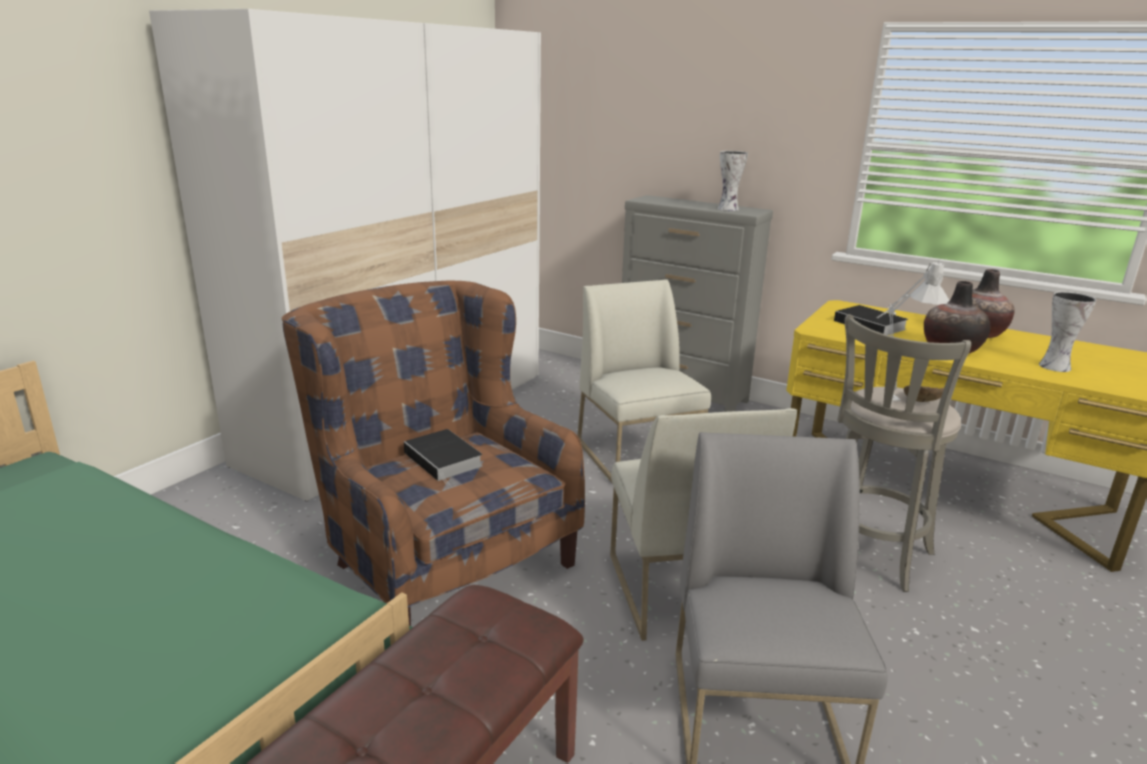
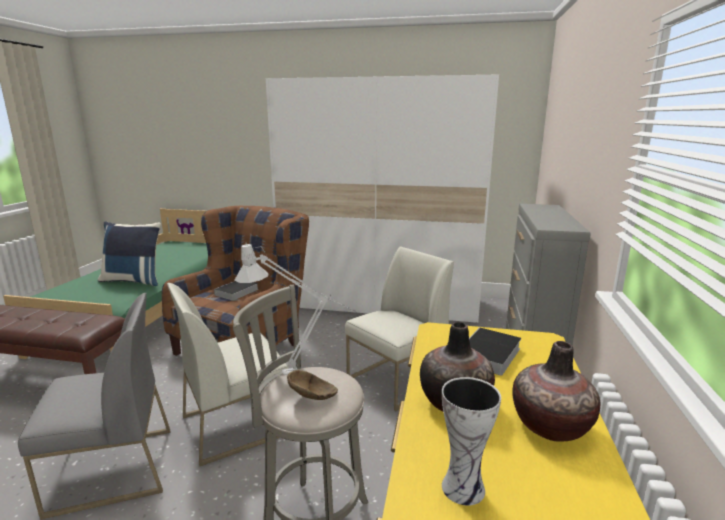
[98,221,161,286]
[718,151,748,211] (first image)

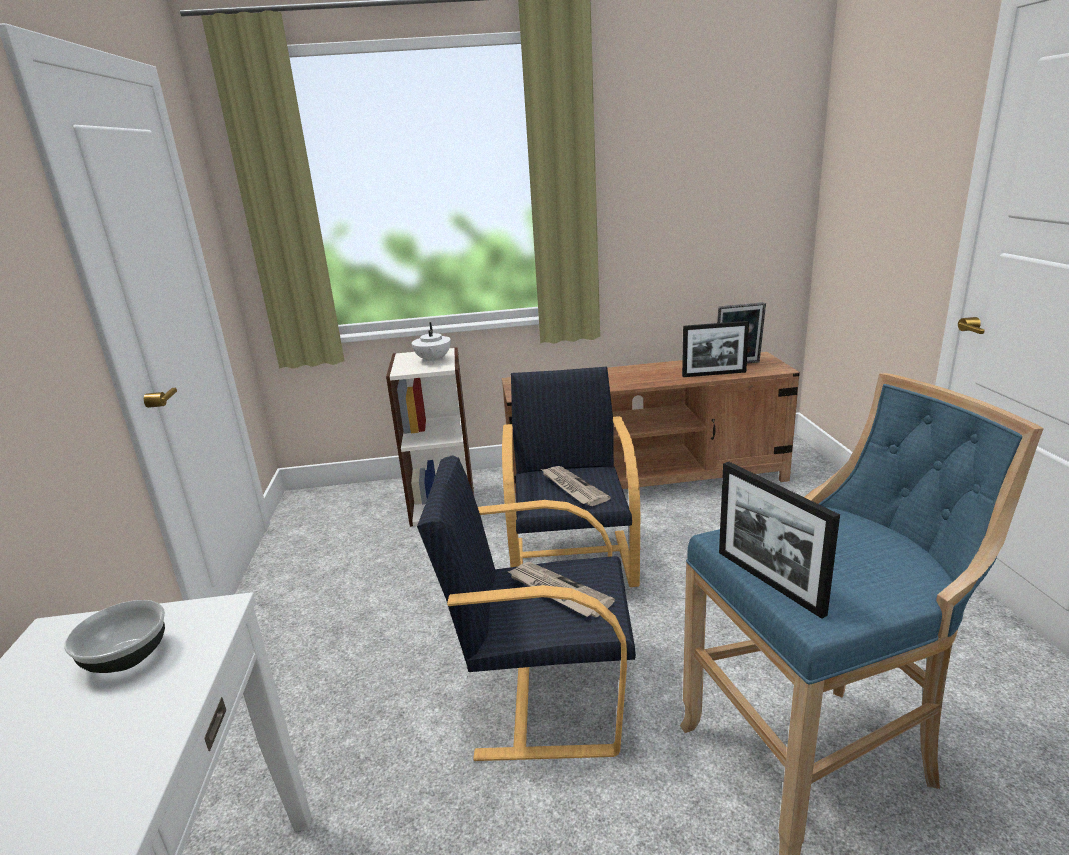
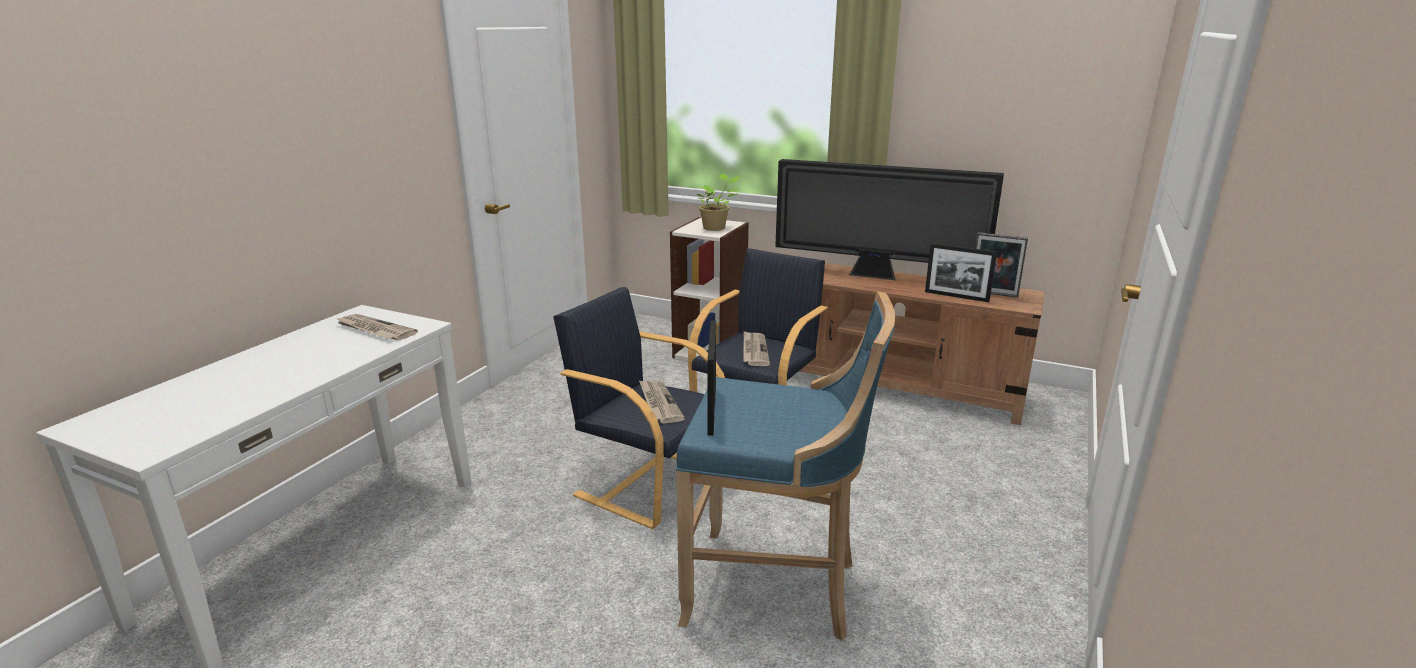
[335,314,418,340]
[697,174,740,231]
[775,159,1004,280]

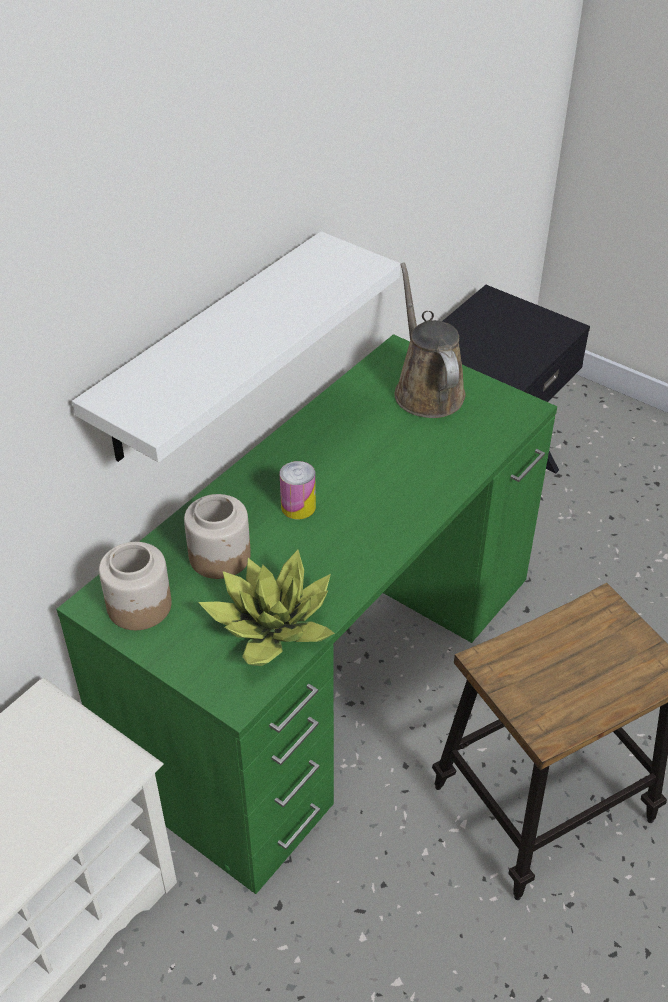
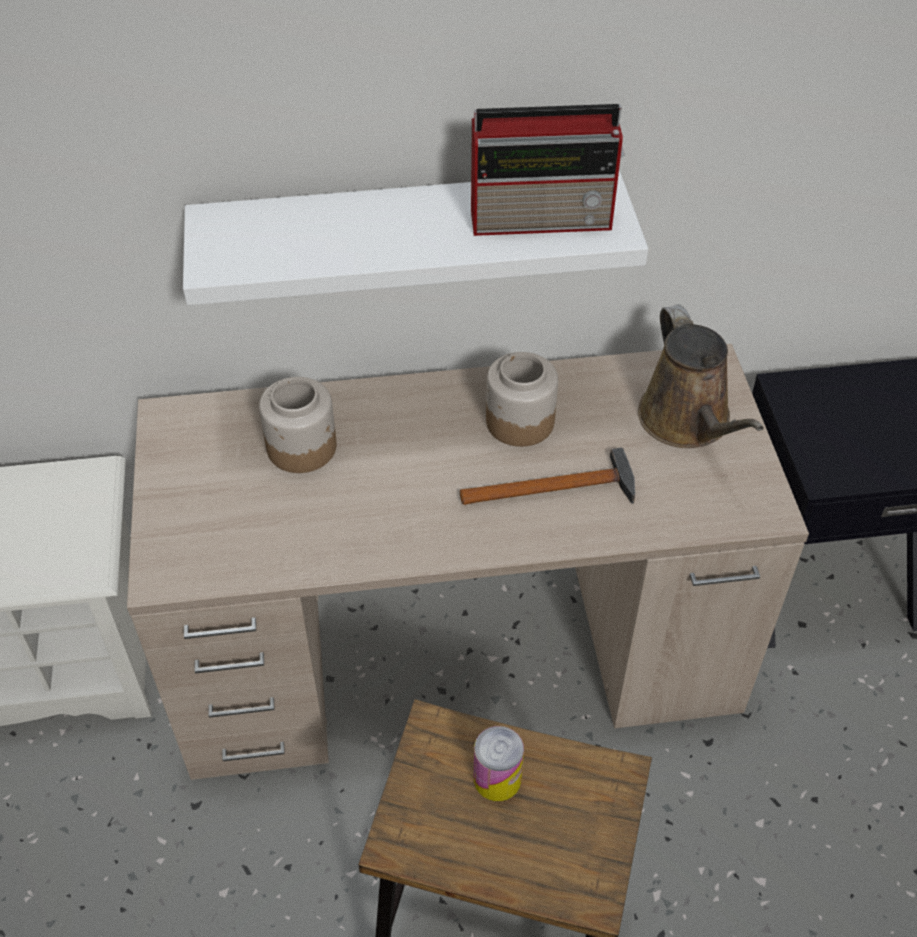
[127,344,809,780]
[460,447,635,505]
[471,104,625,236]
[474,726,524,801]
[486,352,558,447]
[638,304,764,448]
[198,550,335,666] (first image)

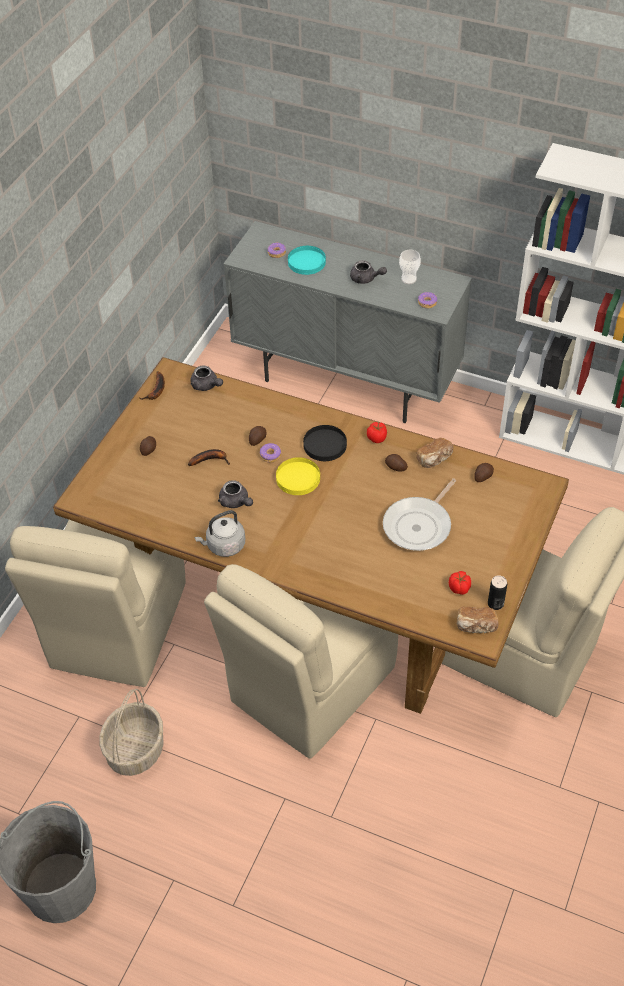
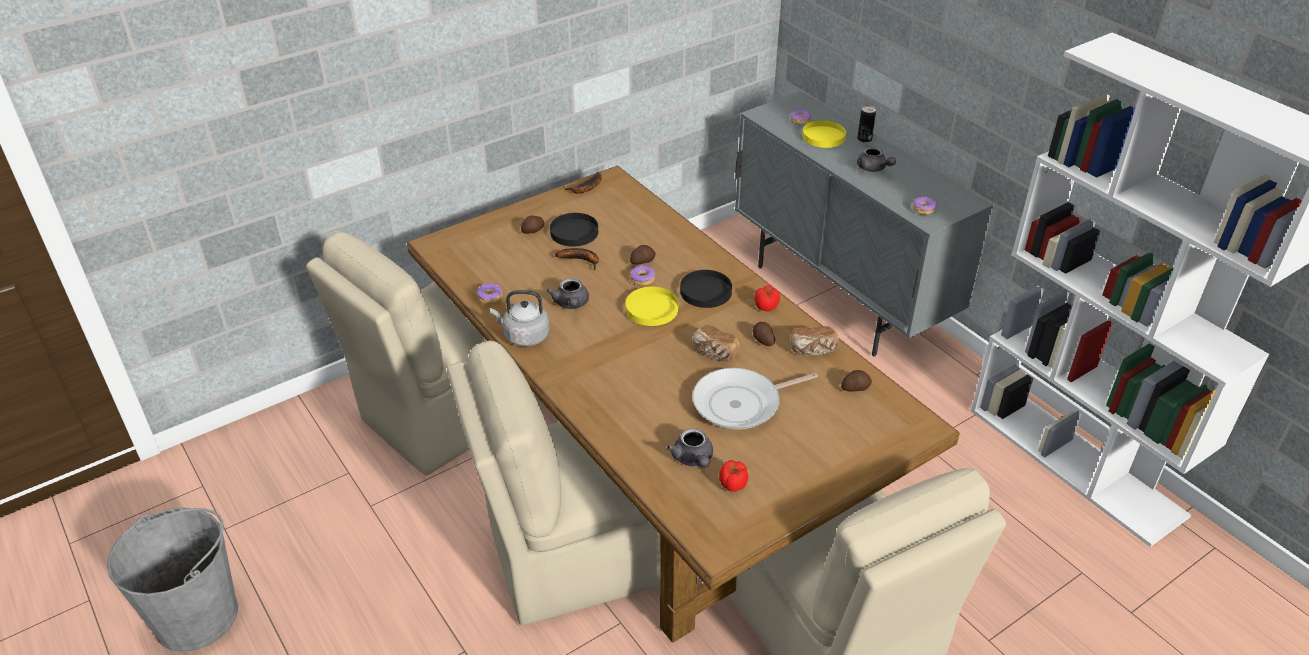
[477,283,503,304]
[550,213,598,246]
[667,428,713,468]
[693,325,740,362]
[802,120,846,148]
[857,106,876,142]
[99,689,164,776] (first image)
[399,250,421,284] (first image)

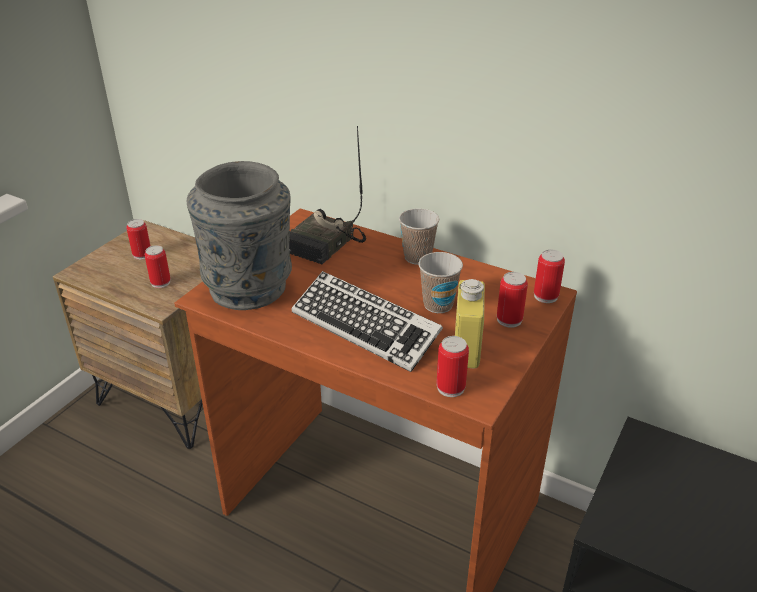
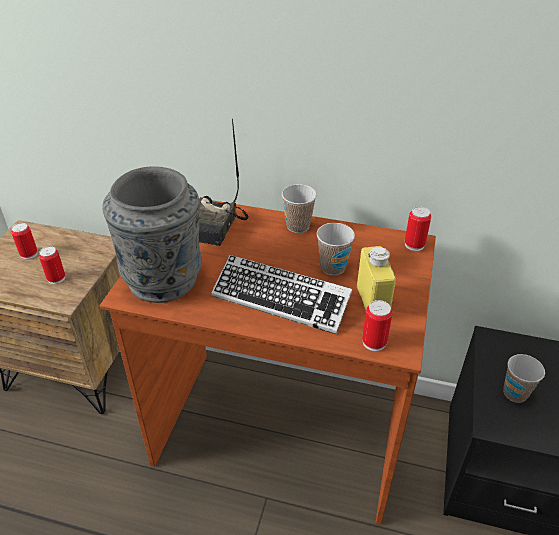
[503,354,545,403]
[497,272,528,328] (first image)

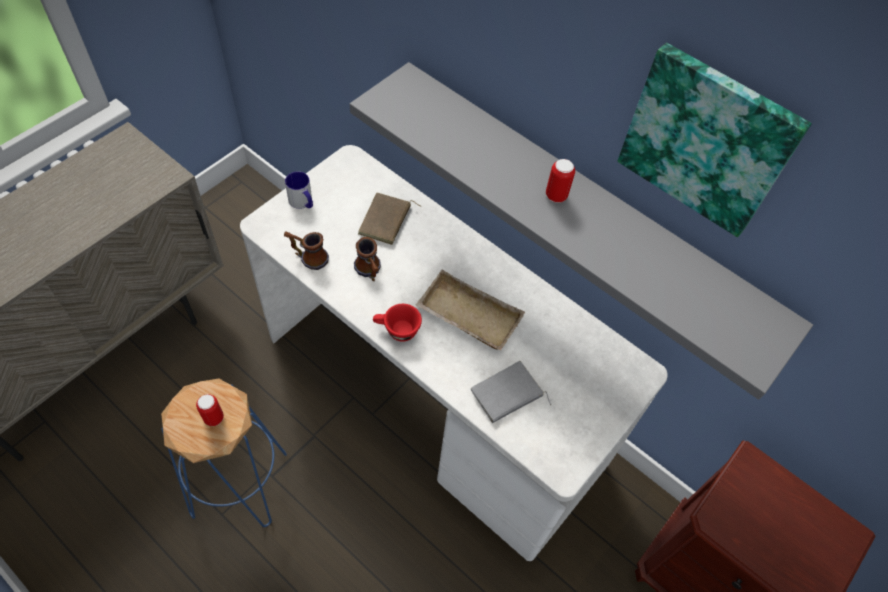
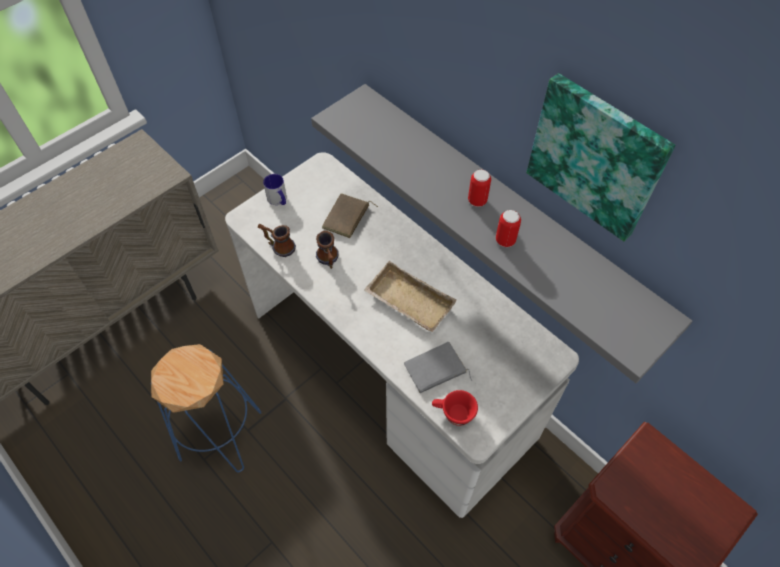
[432,390,478,426]
[496,210,521,247]

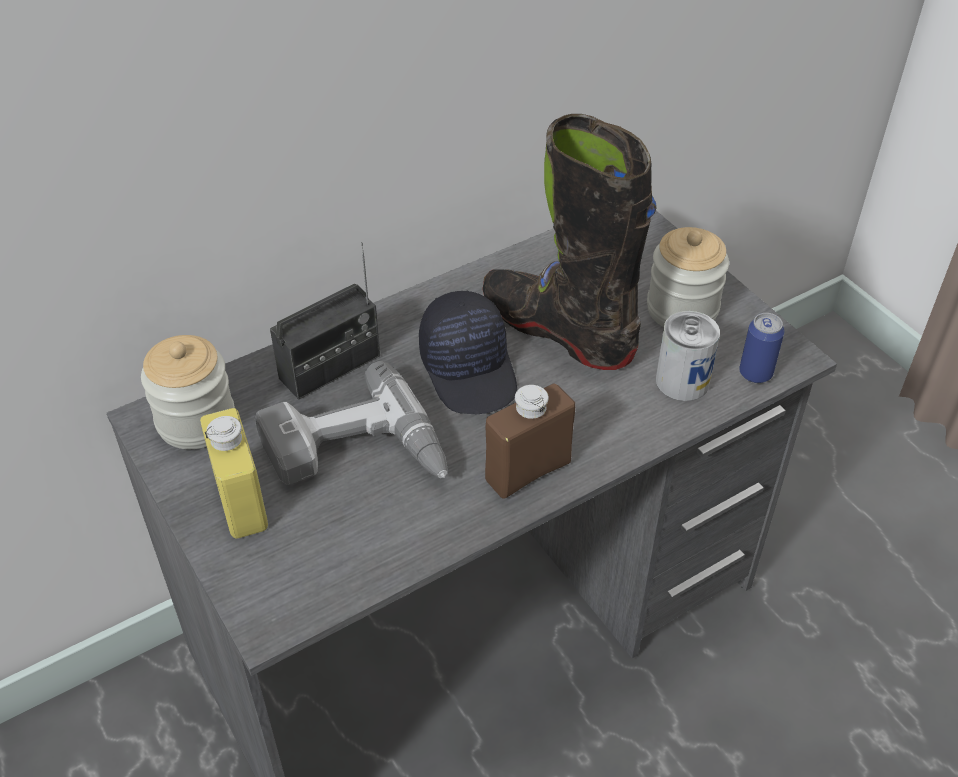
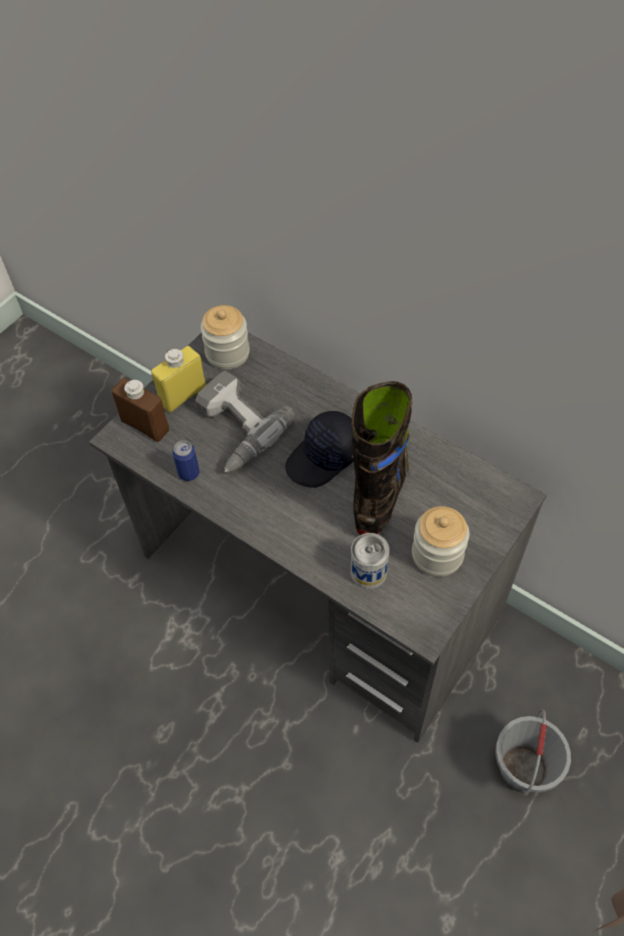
[112,378,169,442]
[172,441,199,481]
[495,709,571,795]
[270,242,380,400] (first image)

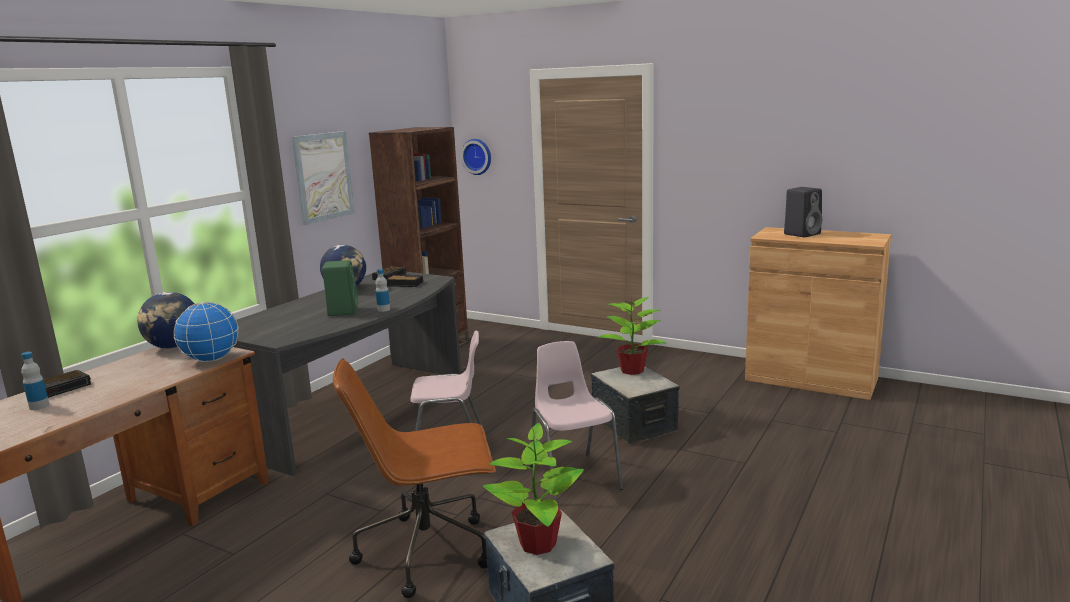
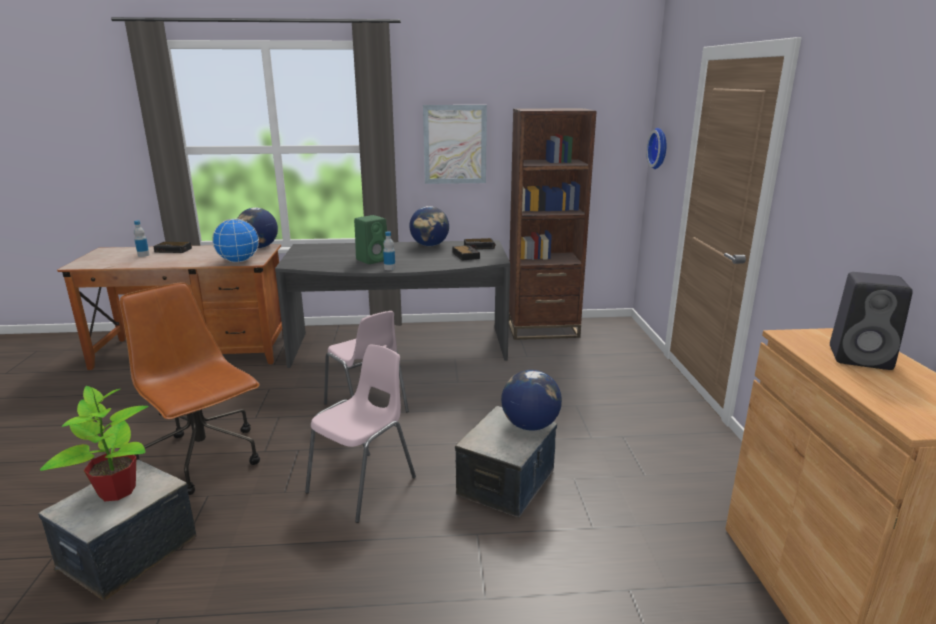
[501,370,562,431]

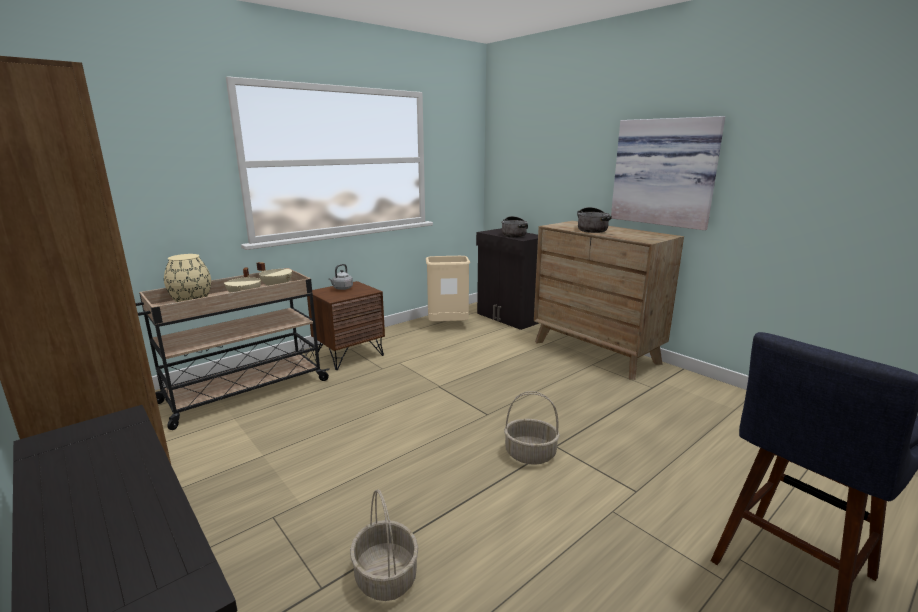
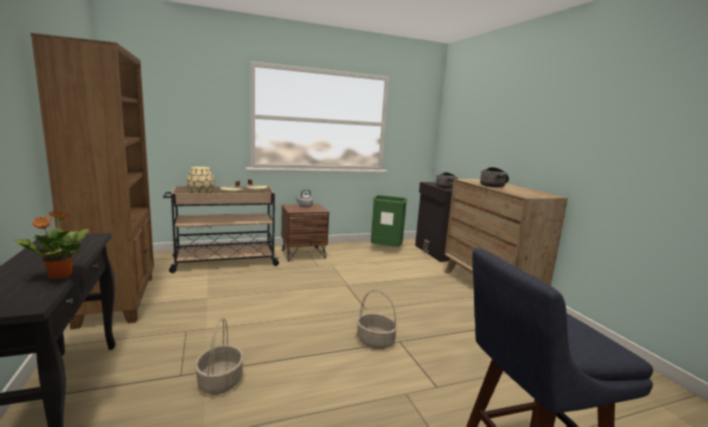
[13,210,89,279]
[371,195,407,247]
[611,116,725,230] (first image)

